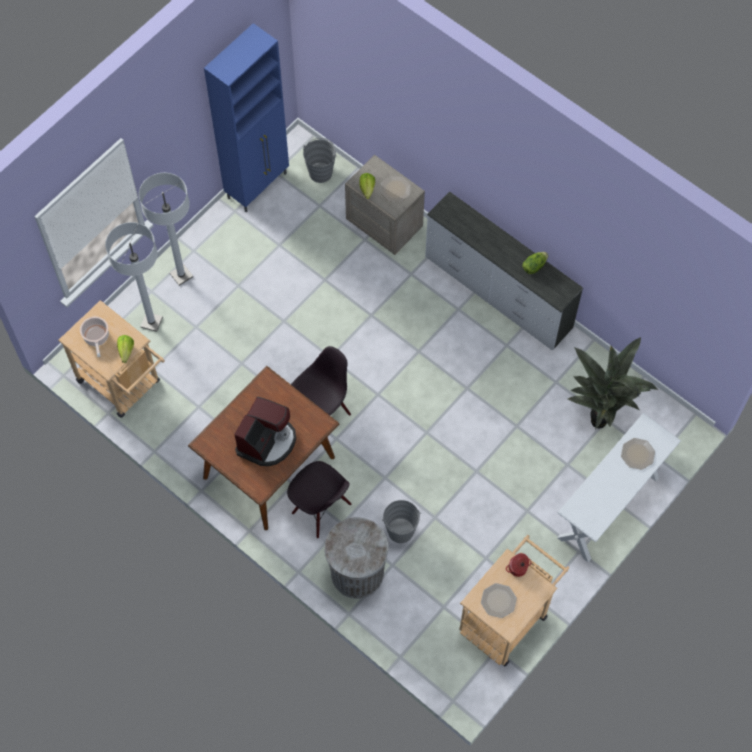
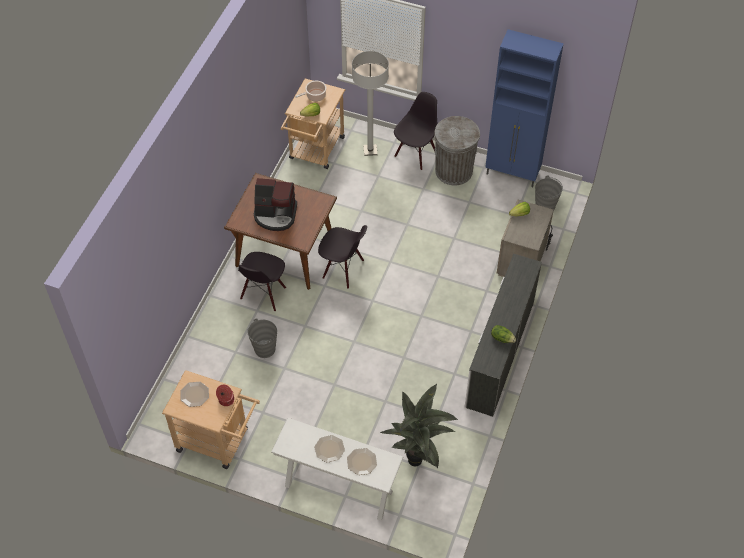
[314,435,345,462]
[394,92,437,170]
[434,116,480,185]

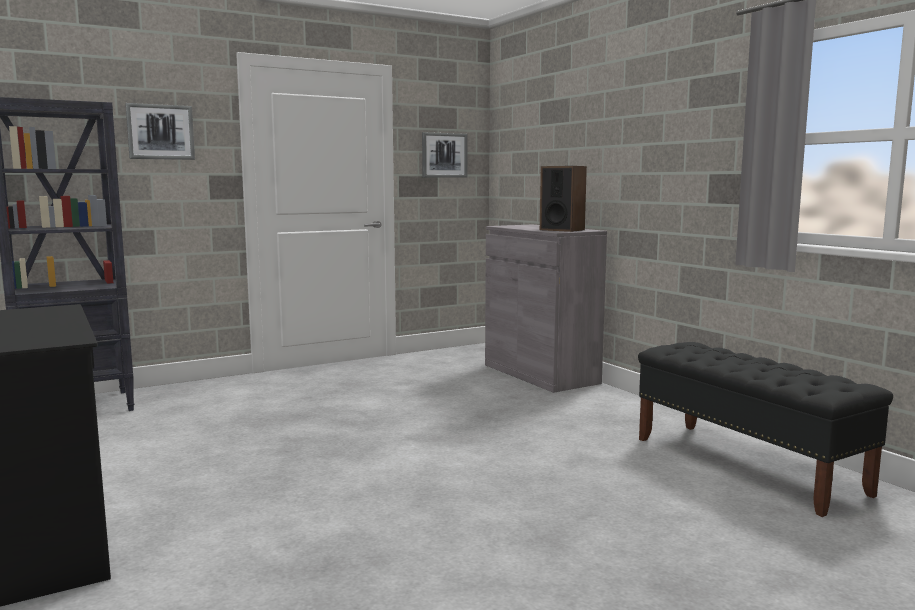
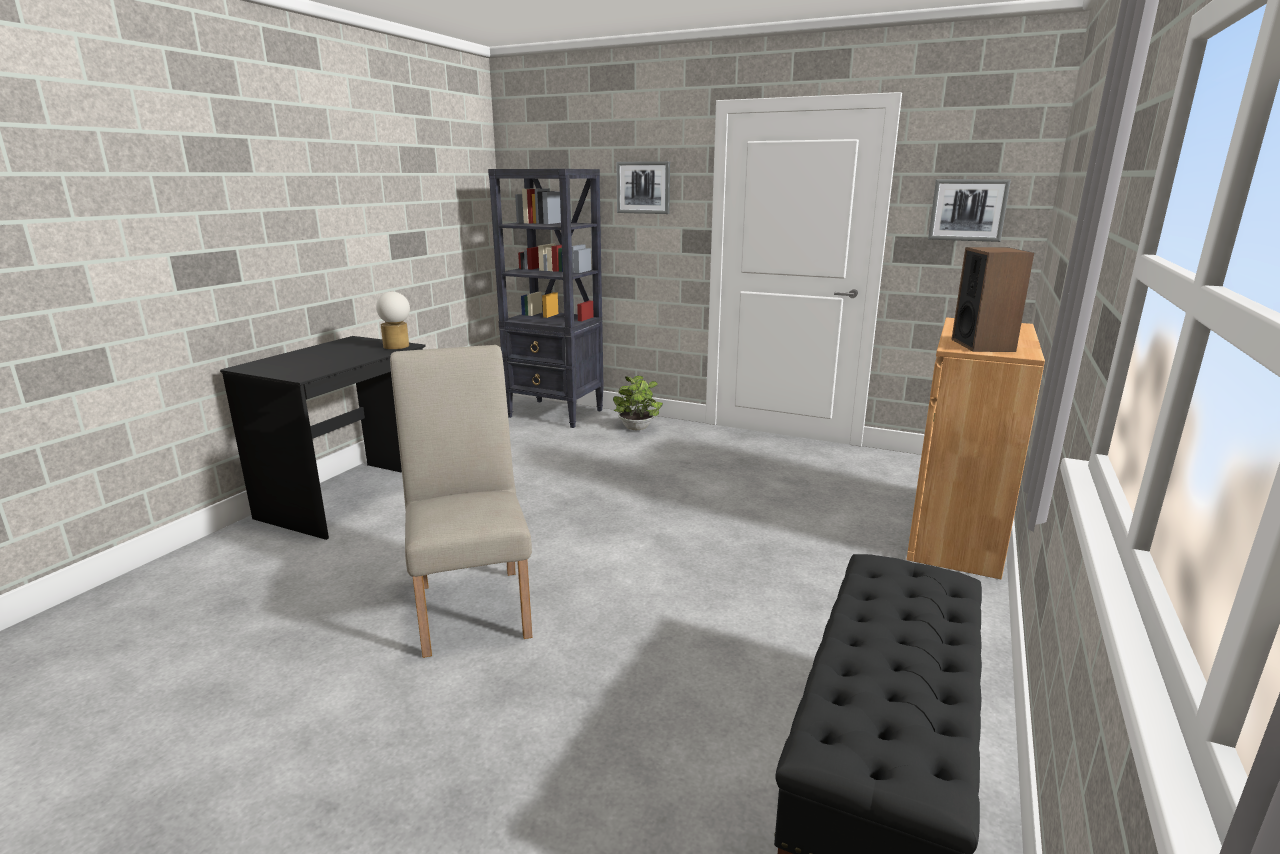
[376,292,410,349]
[390,345,533,658]
[613,376,663,430]
[906,318,1045,579]

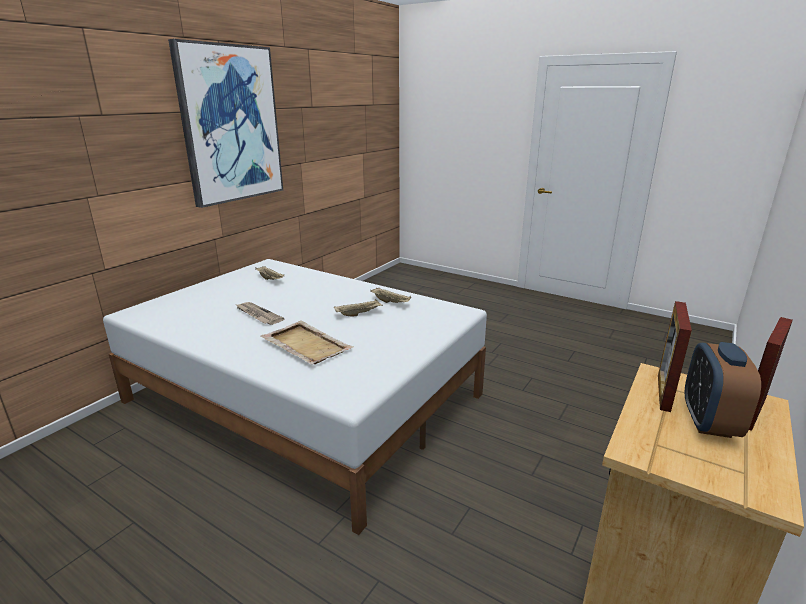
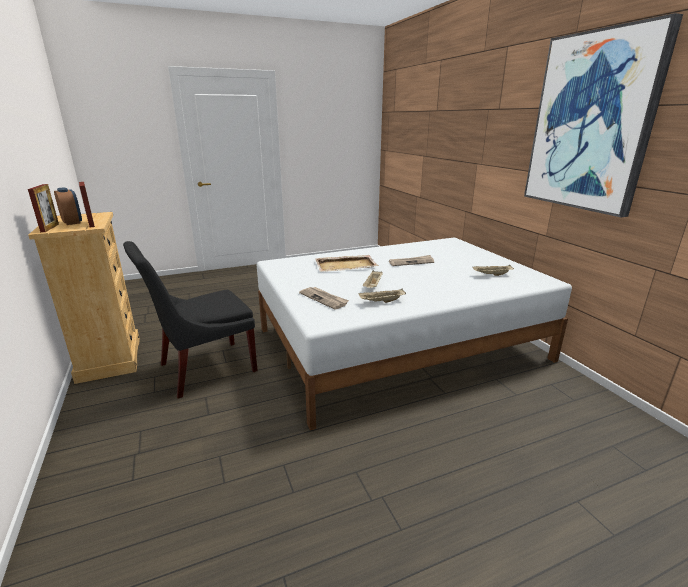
[123,241,258,399]
[299,287,349,310]

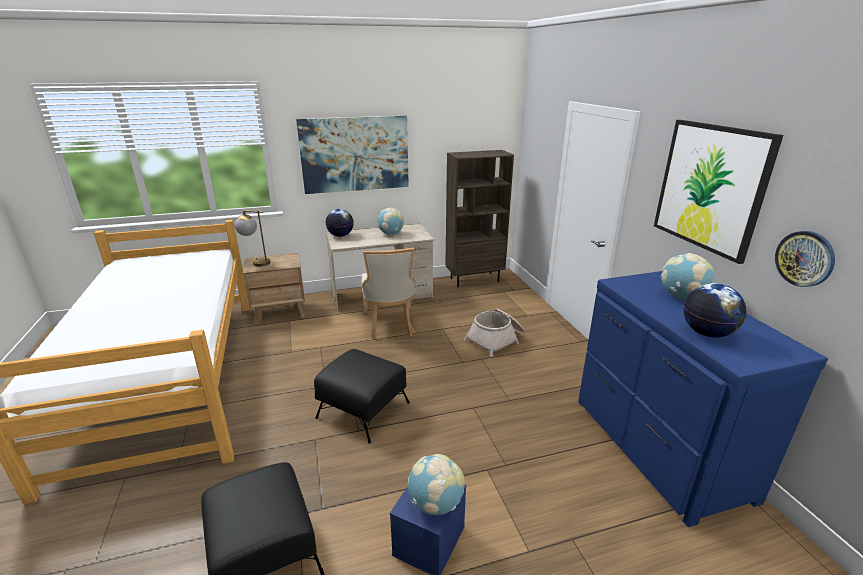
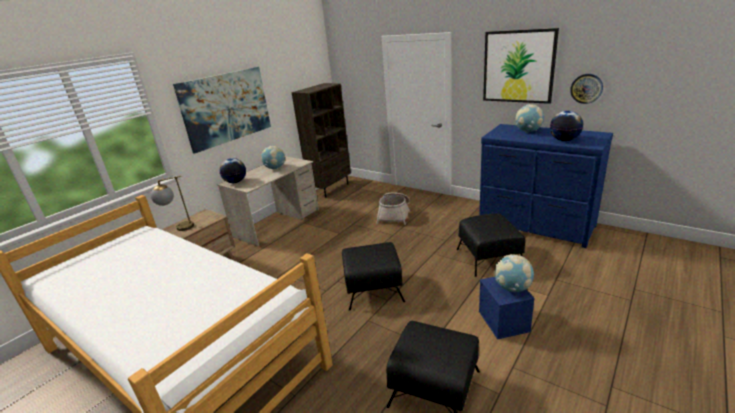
[457,214,525,277]
[361,248,416,339] (first image)

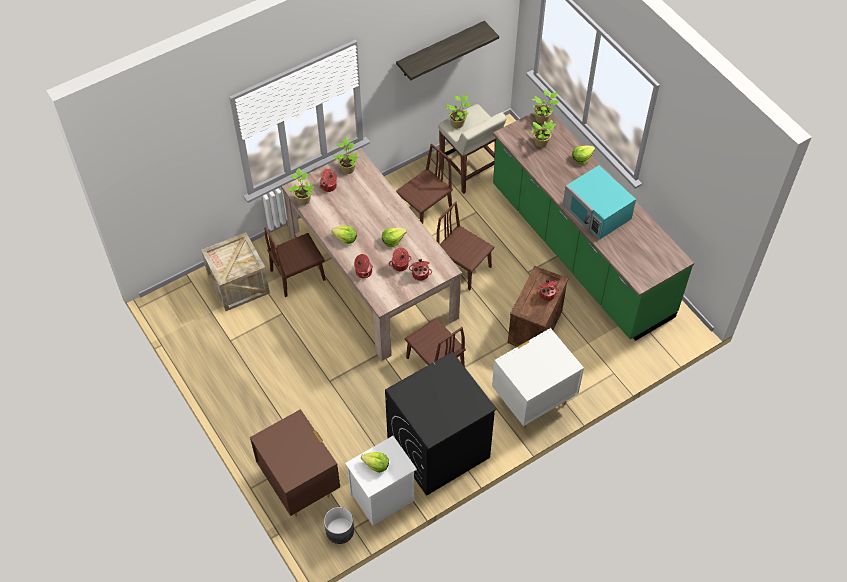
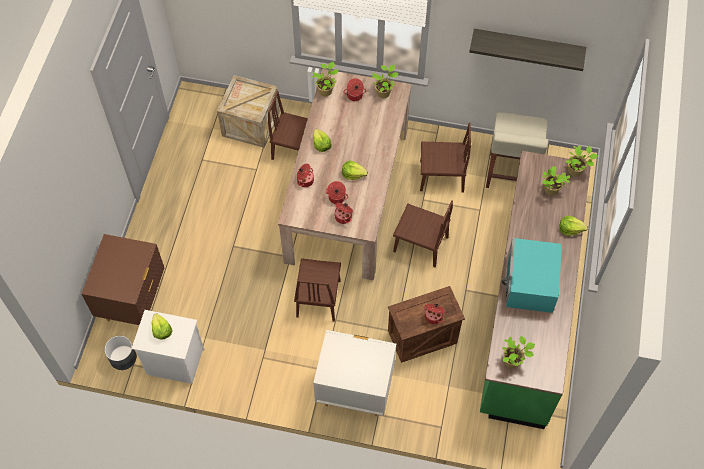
[393,200,453,267]
[502,336,535,368]
[385,352,497,496] (first image)

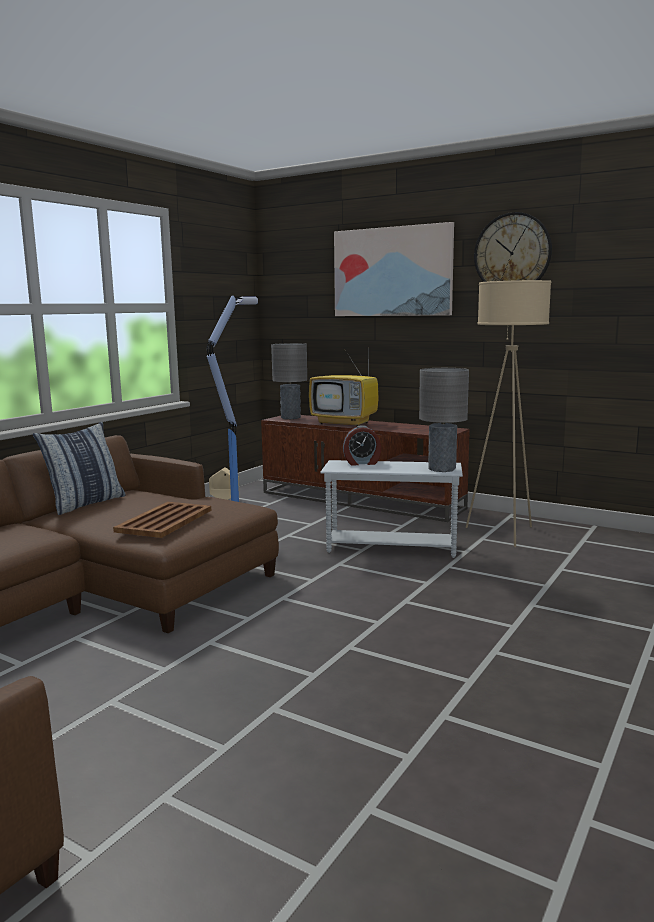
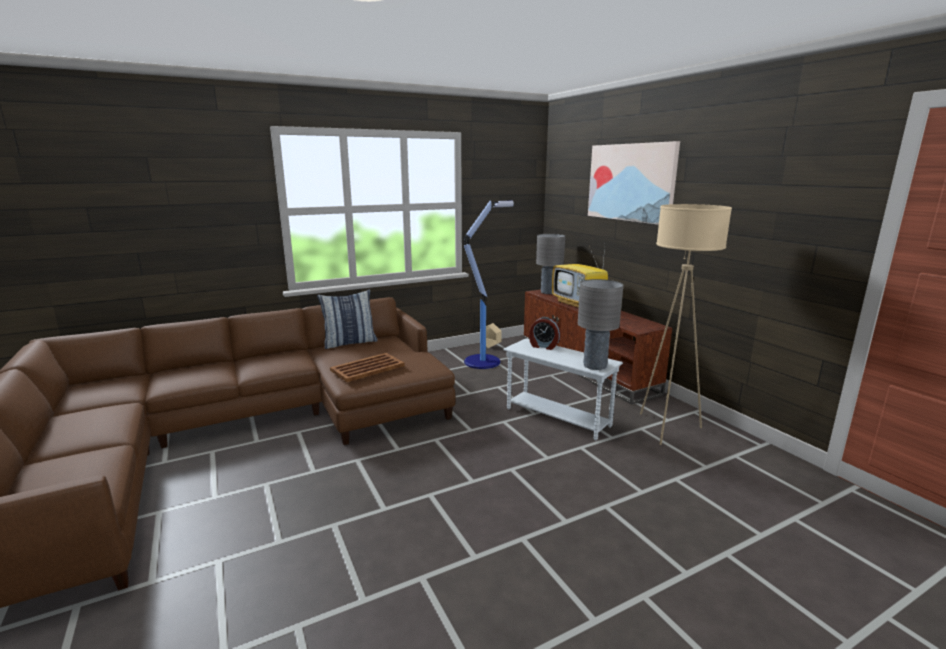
[474,212,552,282] (first image)

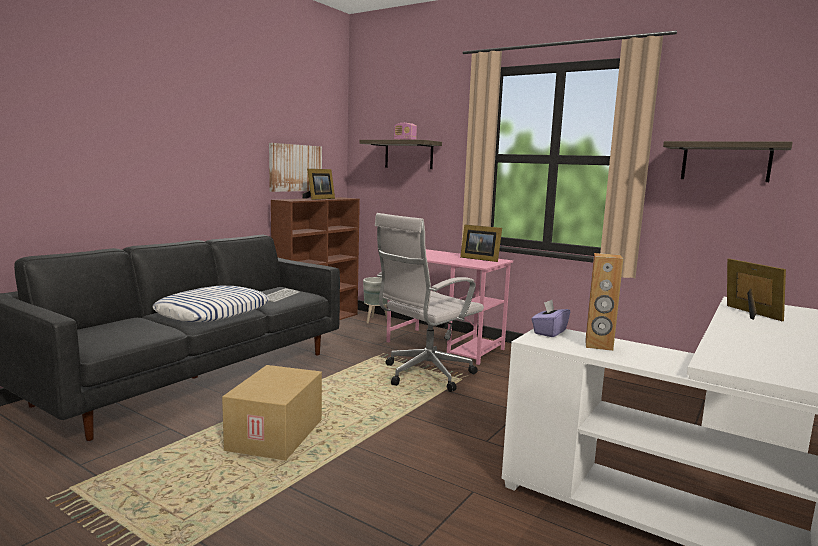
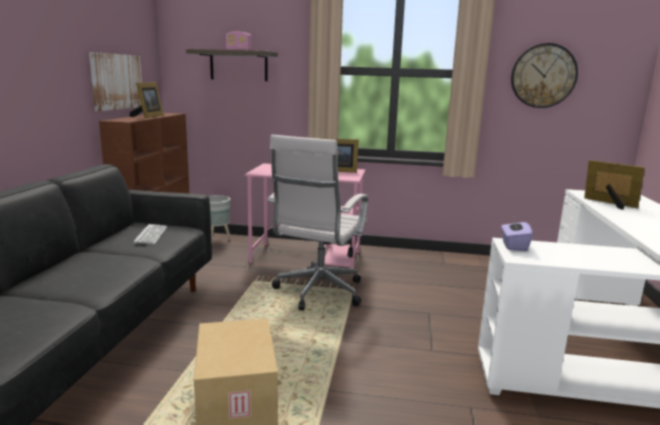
[511,43,578,108]
[152,286,269,322] (first image)
[585,253,623,351] (first image)

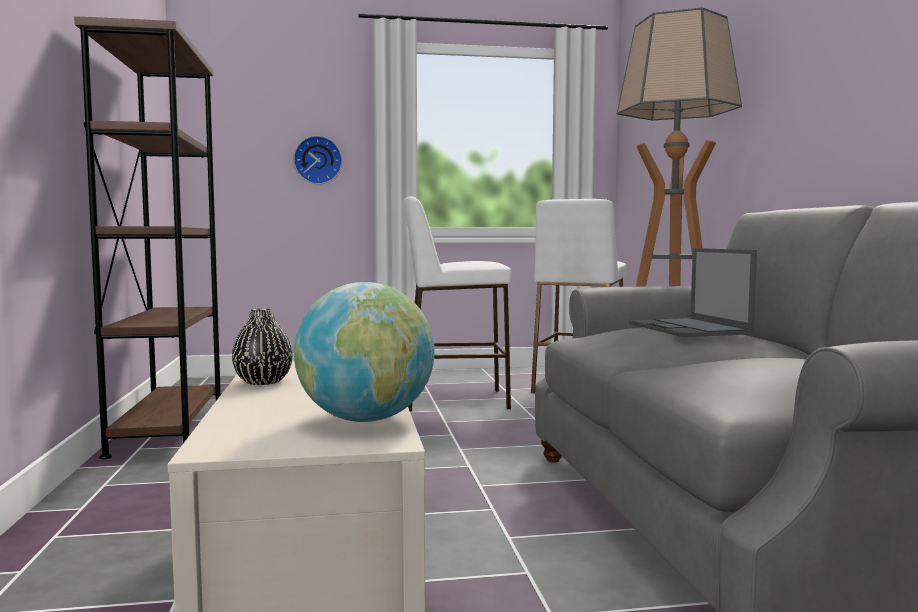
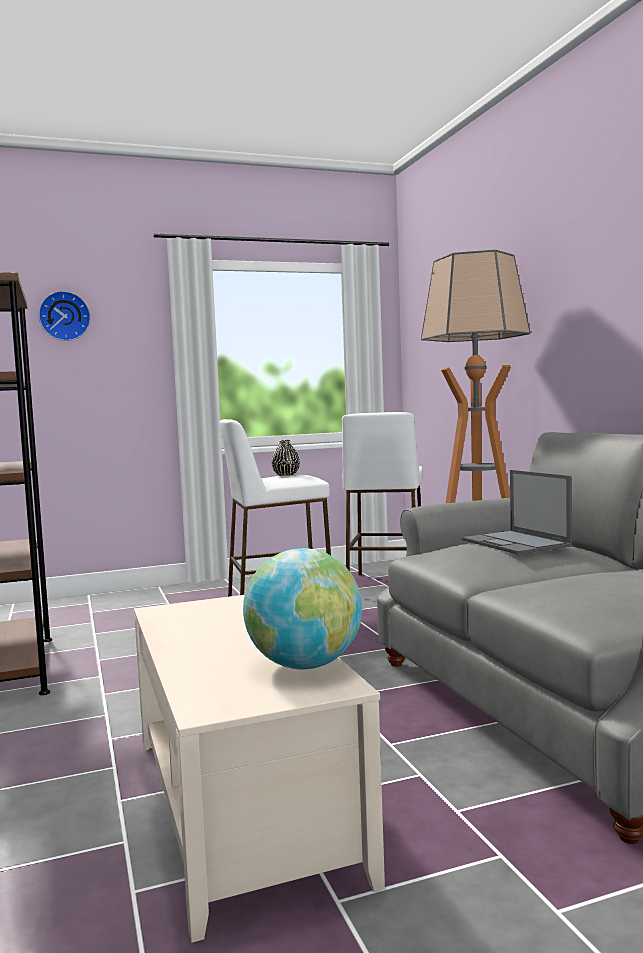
[38,291,91,341]
[272,440,300,476]

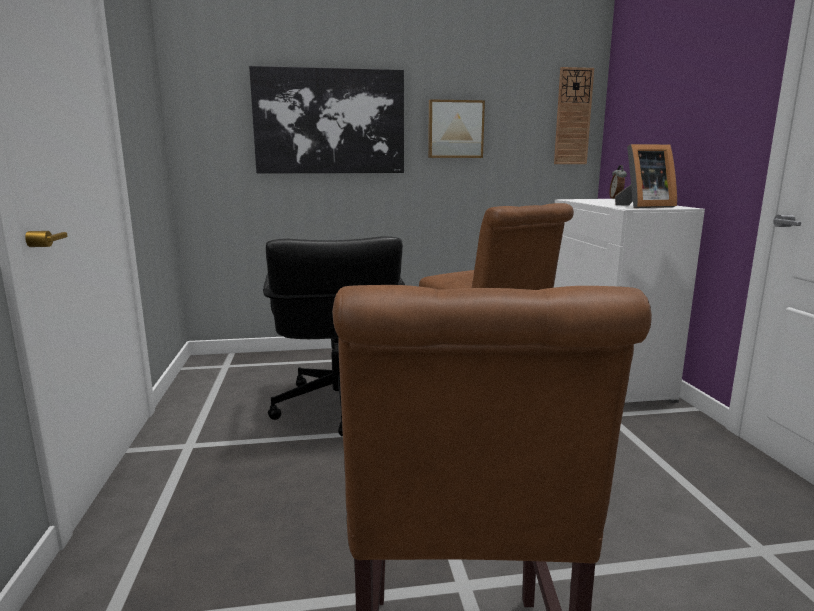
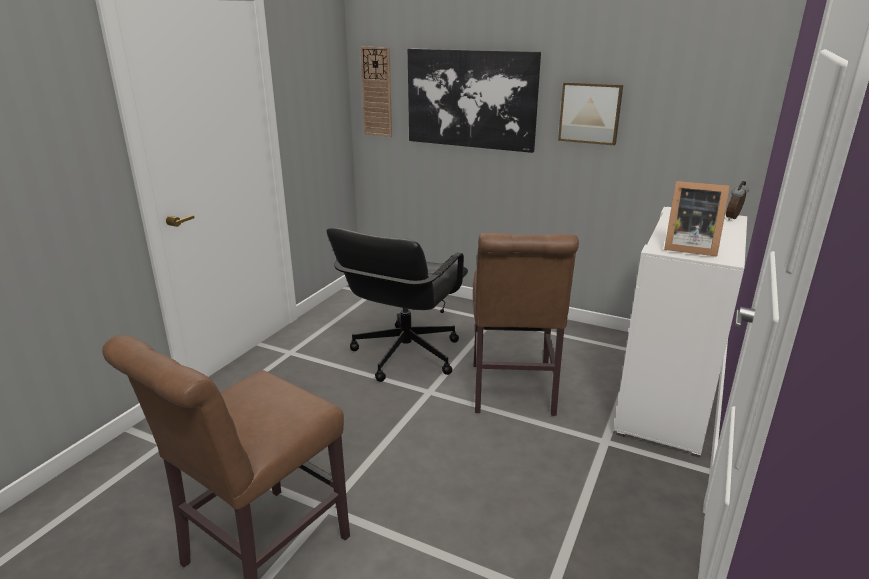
[360,47,392,137]

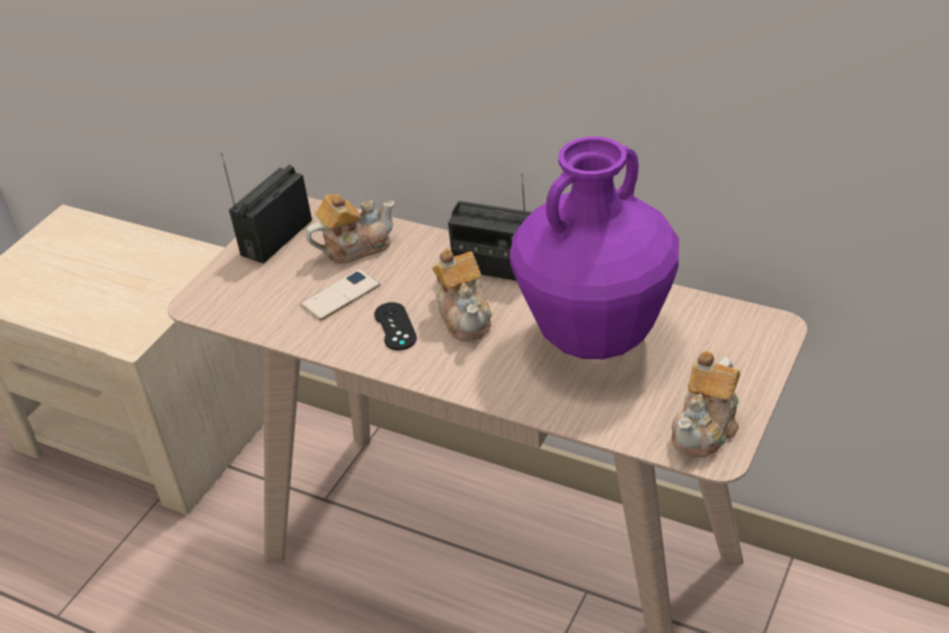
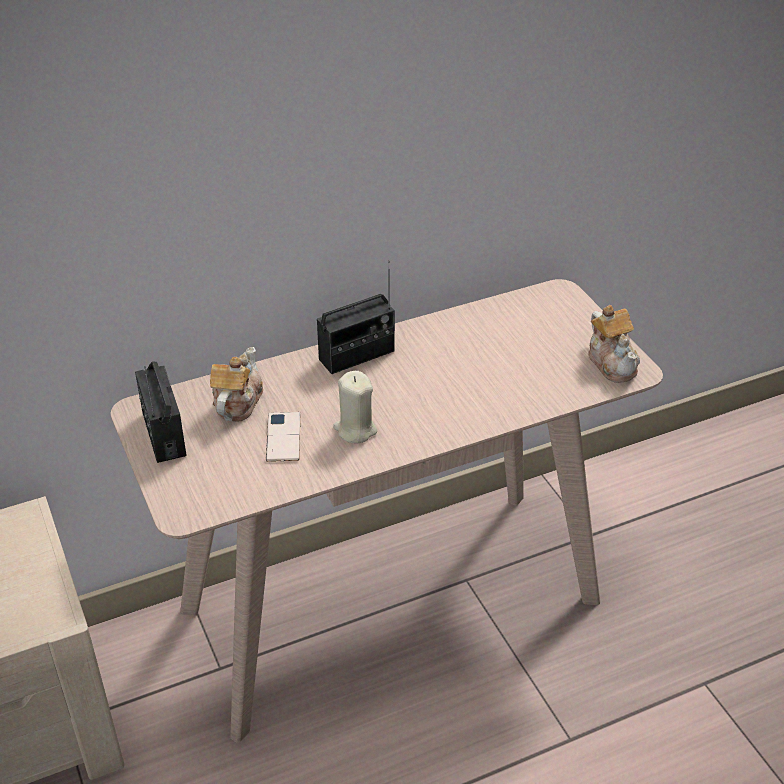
[333,371,377,443]
[432,249,492,341] (first image)
[510,137,679,359] (first image)

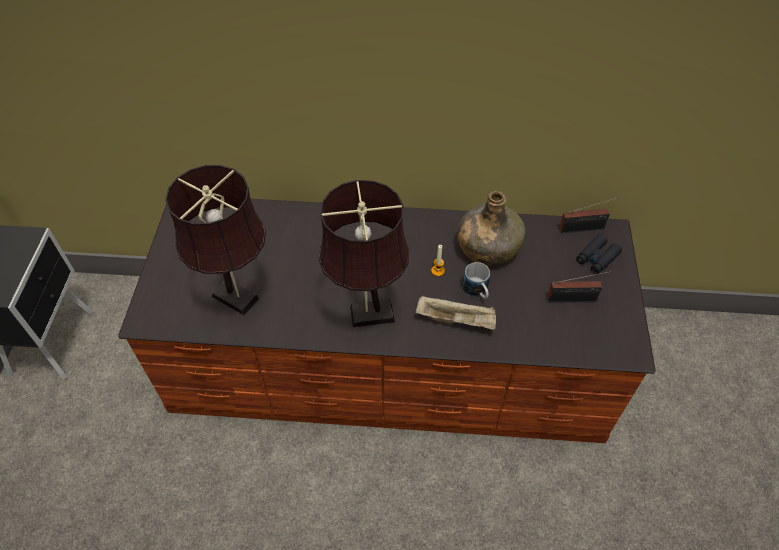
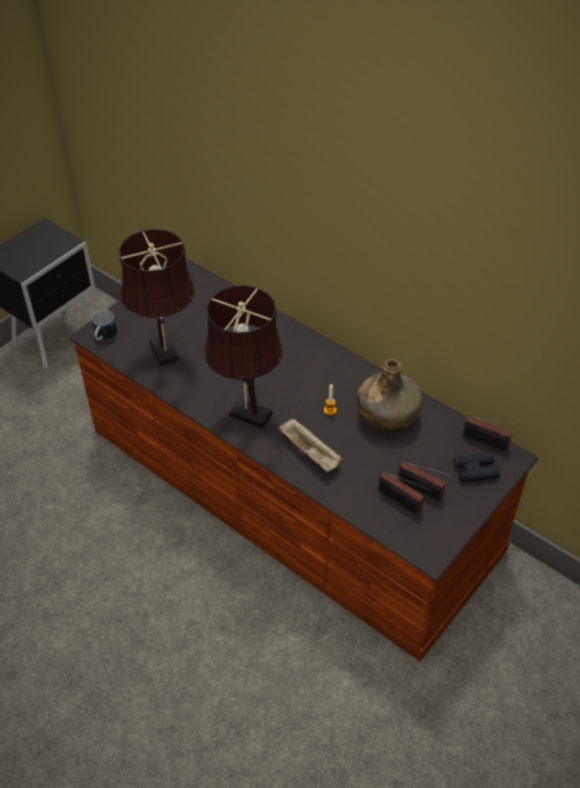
[92,310,117,341]
[378,471,430,516]

